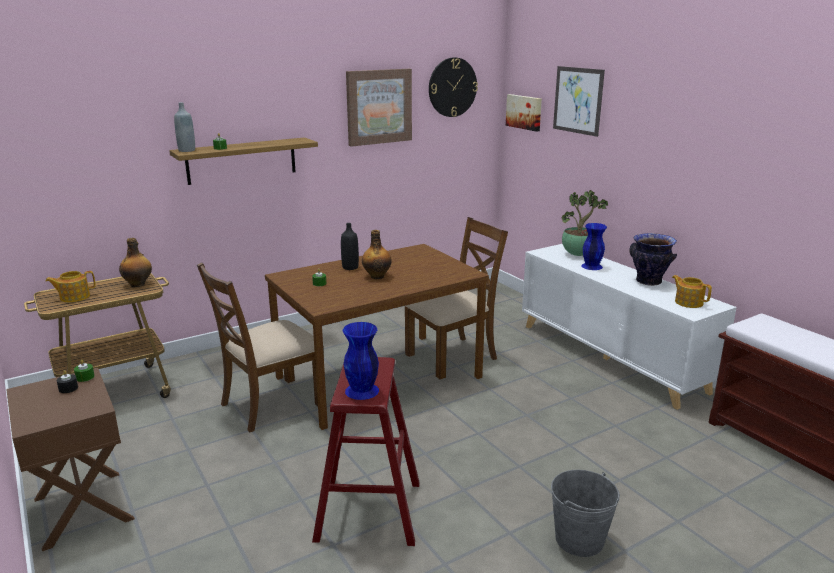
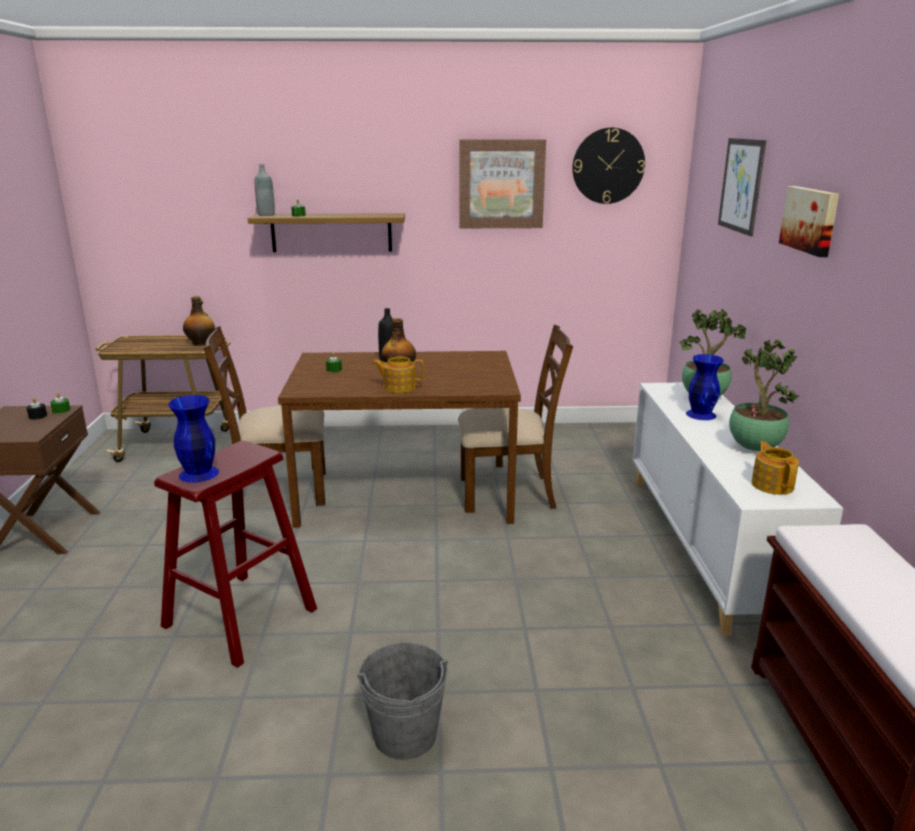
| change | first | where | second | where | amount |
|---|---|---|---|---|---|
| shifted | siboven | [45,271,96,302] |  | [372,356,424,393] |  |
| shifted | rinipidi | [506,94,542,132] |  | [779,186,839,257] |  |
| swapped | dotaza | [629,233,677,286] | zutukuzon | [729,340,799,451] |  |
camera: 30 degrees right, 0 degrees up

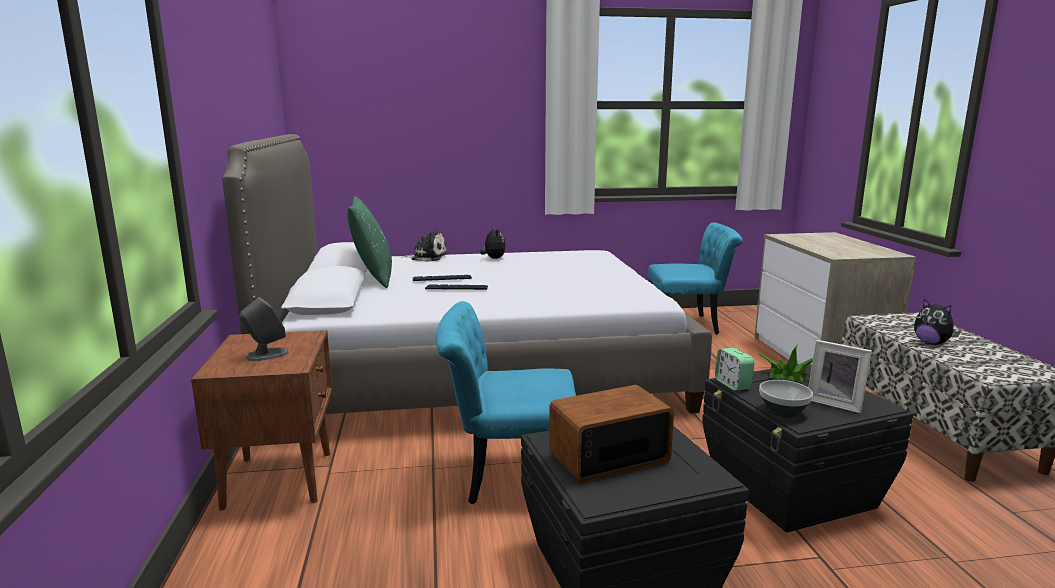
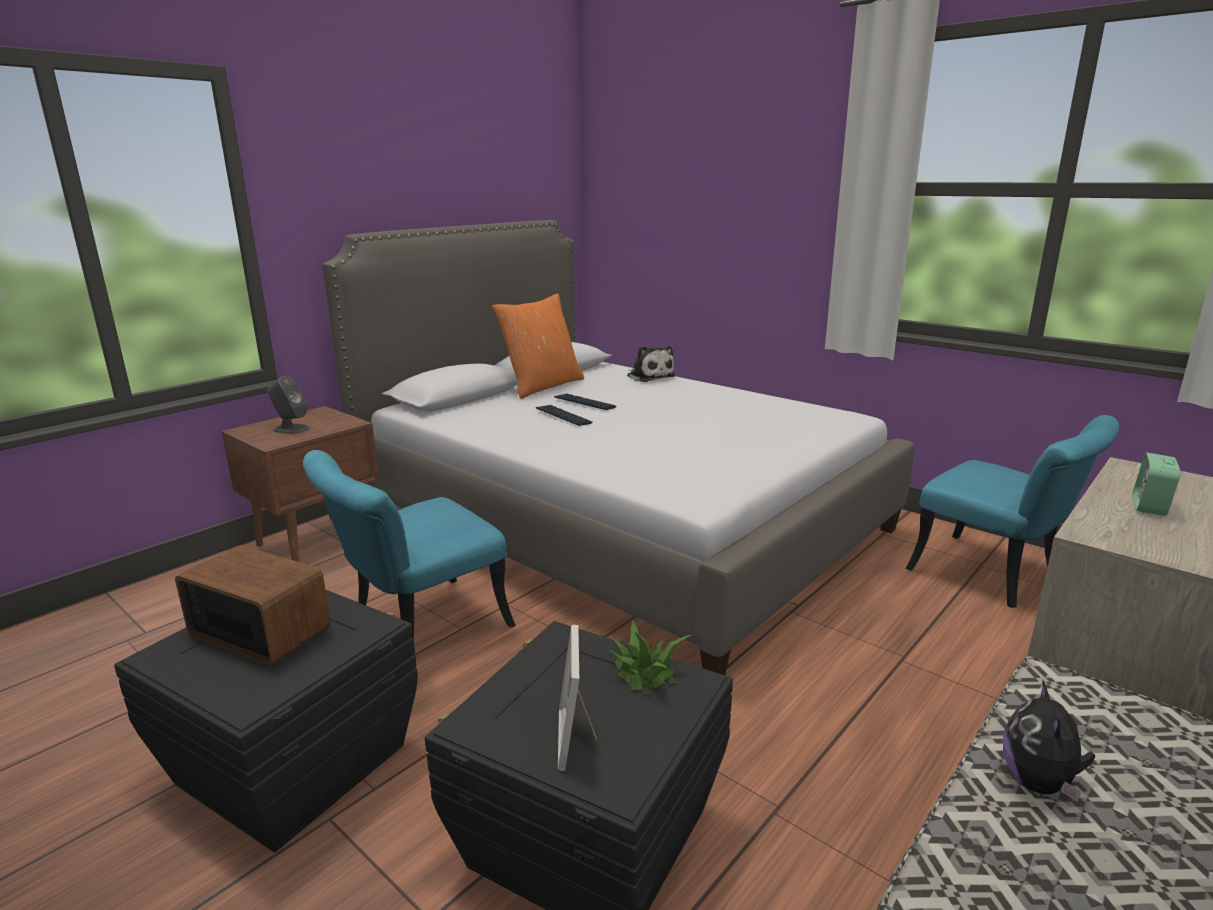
| change | first | where | second | where | amount |
|---|---|---|---|---|---|
| gone | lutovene | [480,227,506,259] |  |  |  |
| gone | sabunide | [759,380,813,418] |  |  |  |
| shifted | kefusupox | [715,348,755,391] |  | [1133,453,1181,516] |  |
| repainted | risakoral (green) | [347,196,392,288] | risakoral (orange) | [492,293,584,399] |  |
| rotated | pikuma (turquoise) | [436,301,576,504] |  | [303,450,516,640] | 90 degrees counterclockwise |
camera: 50 degrees right, 5 degrees up

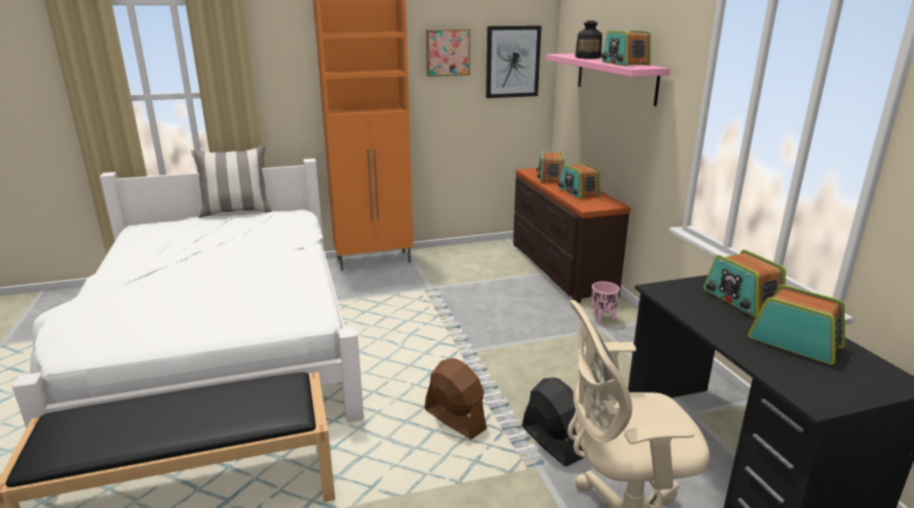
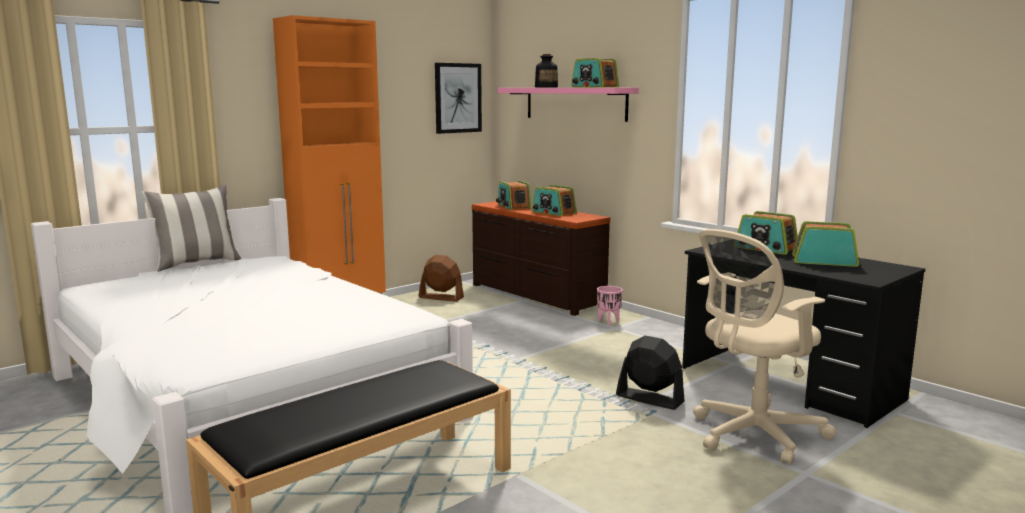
| change | first | where | second | where | amount |
|---|---|---|---|---|---|
| gone | rinipidi | [426,29,470,77] |  |  |  |
| shifted | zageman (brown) | [425,358,487,439] |  | [419,255,464,302] |  |
camera: 25 degrees left, 10 degrees down

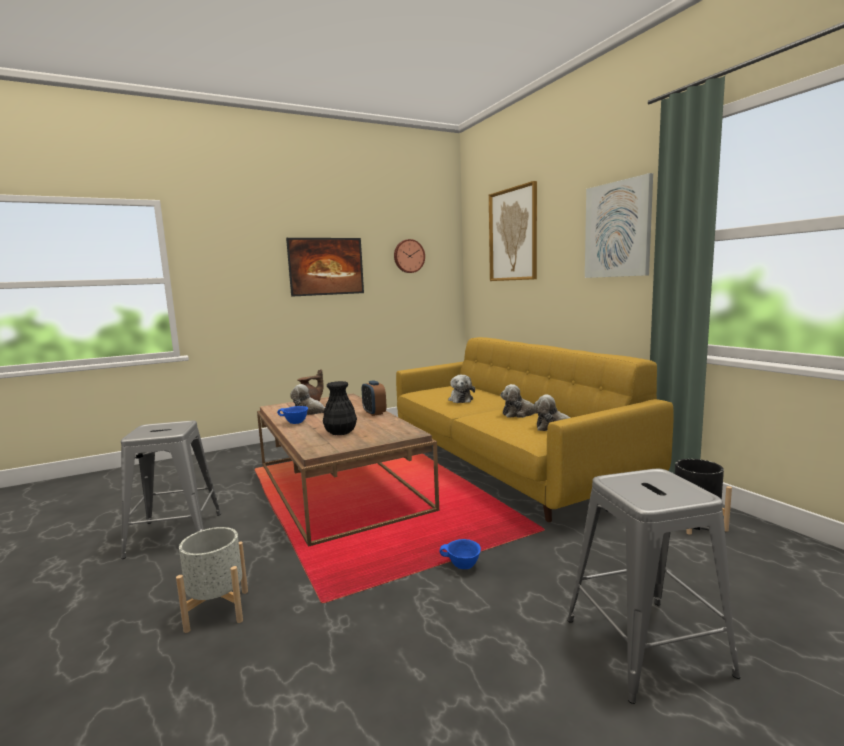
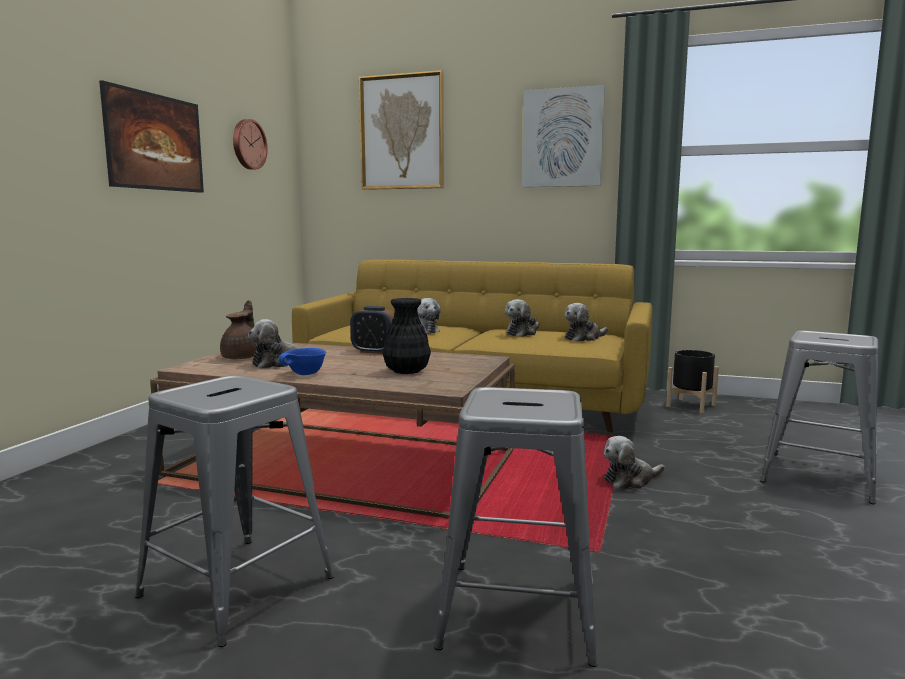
| change | first | where | second | where | amount |
|---|---|---|---|---|---|
| swapped | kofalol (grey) | [176,527,248,633] | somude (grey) | [434,387,598,667] |  |
| swapped | sabunide (blue) | [440,539,481,569] | lutovene | [604,436,665,489] |  |
camera: 45 degrees left, 0 degrees up

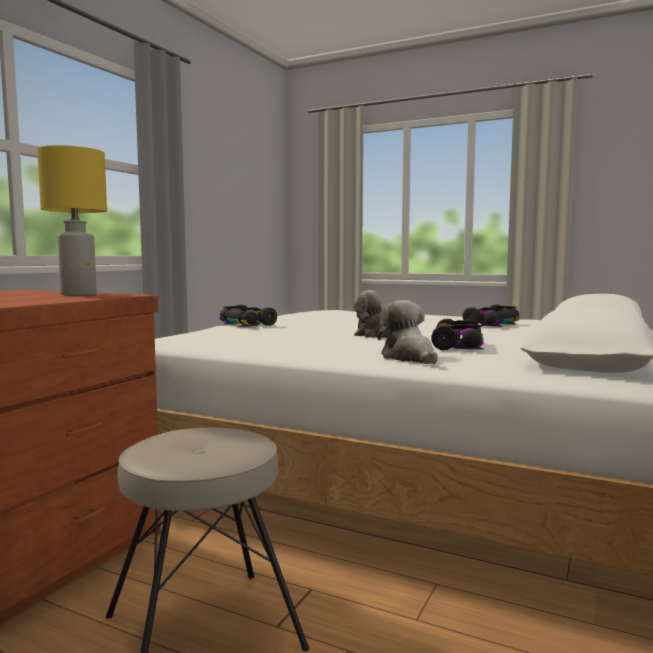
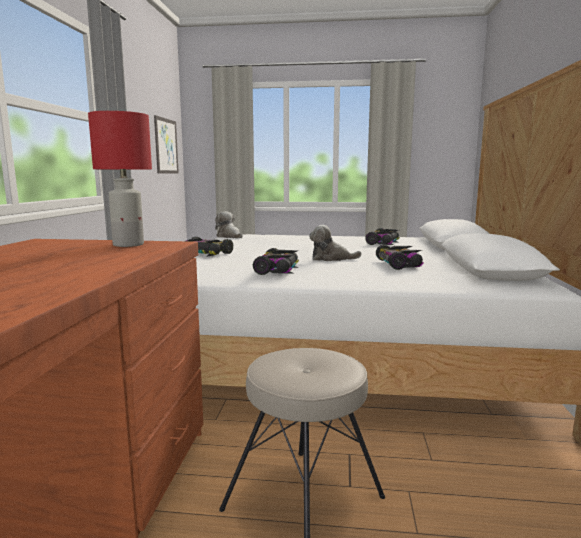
| change | first | where | second | where | amount |
|---|---|---|---|---|---|
| new |  |  | rinipidi | [154,115,179,173] |  |
| new |  |  | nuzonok | [253,248,299,275] |  |
| shifted | lutovene | [378,300,438,364] |  | [215,211,243,238] |  |
| repainted | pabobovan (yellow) | [37,145,107,296] | pabobovan (red) | [88,111,152,247] |  |
camera: 20 degrees left, 5 degrees up

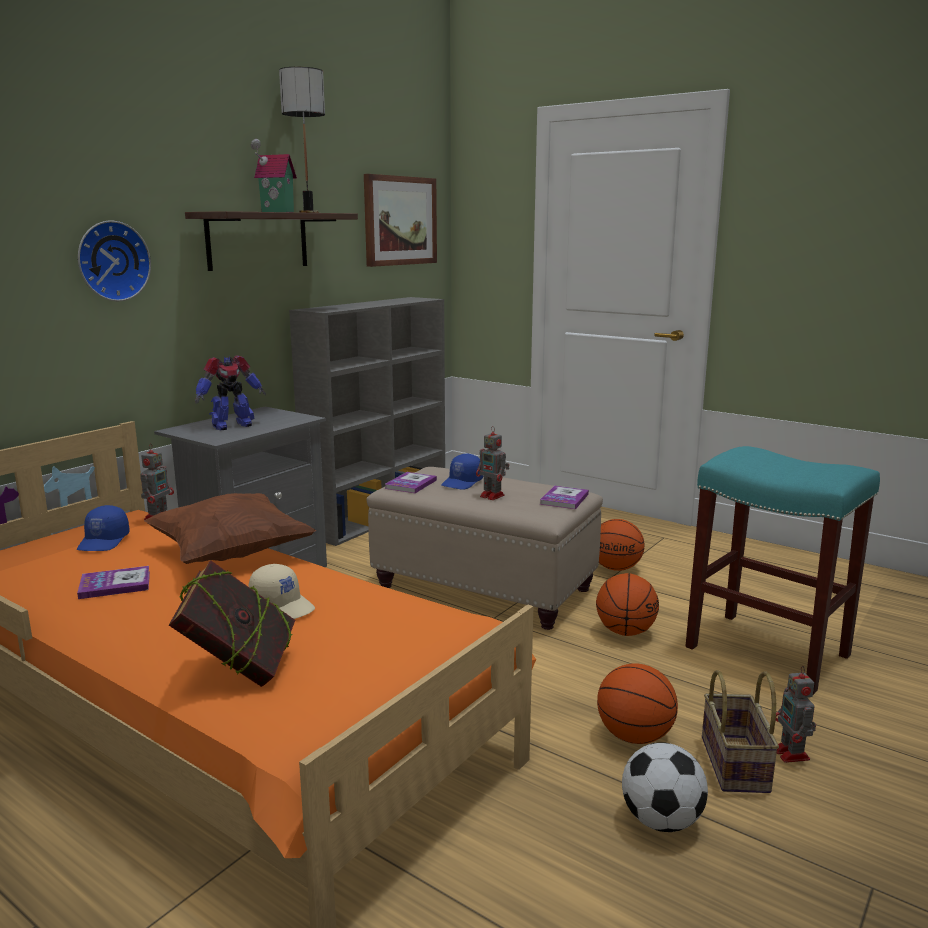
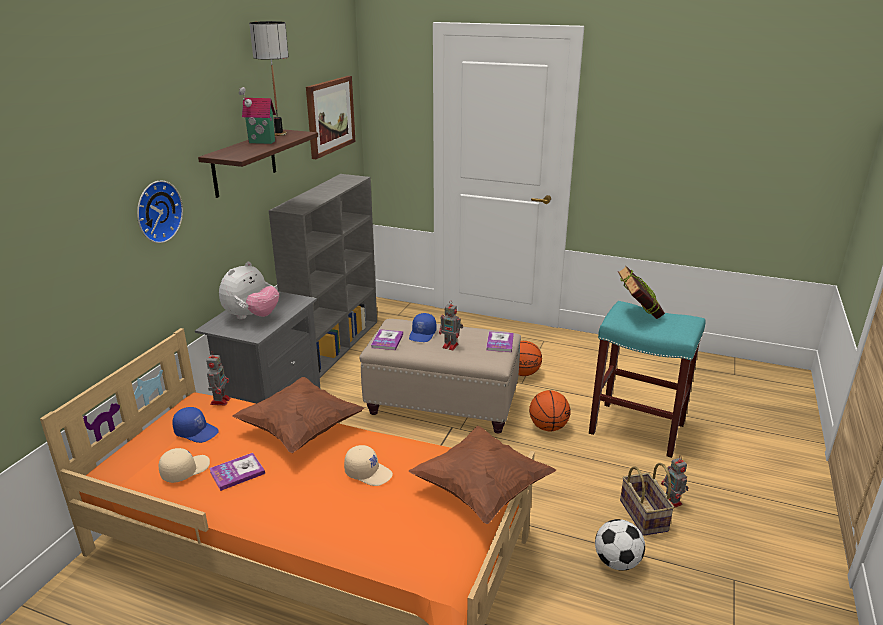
| change | first | where | second | where | amount |
|---|---|---|---|---|---|
| gone | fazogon | [597,663,678,744] |  |  |  |
| new |  |  | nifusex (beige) | [159,448,210,483] |  |
| new |  |  | risakoral (brown) | [409,426,556,524] |  |
| shifted | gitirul | [169,560,295,687] |  | [618,266,665,319] |  |
| swapped | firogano | [195,356,266,430] | lutovene | [219,262,279,319] |  |
| rotated | nifusex (blue) | [77,505,130,551] |  | [172,407,219,443] | 60 degrees counterclockwise |
camera: 15 degrees left, 10 degrees up

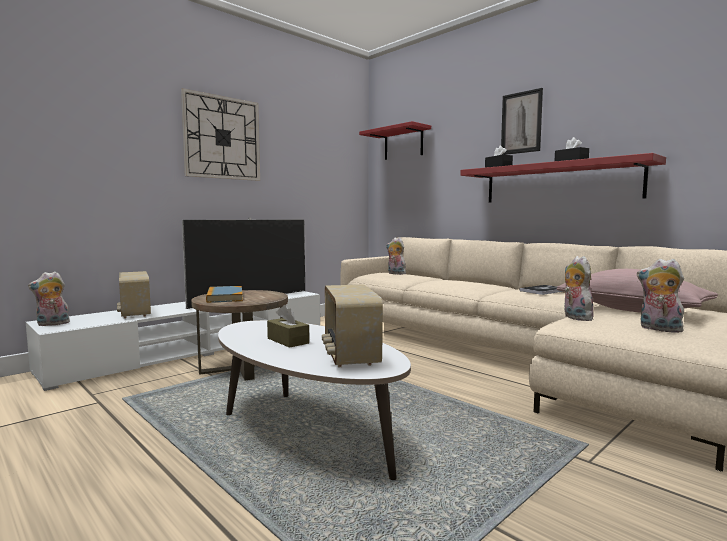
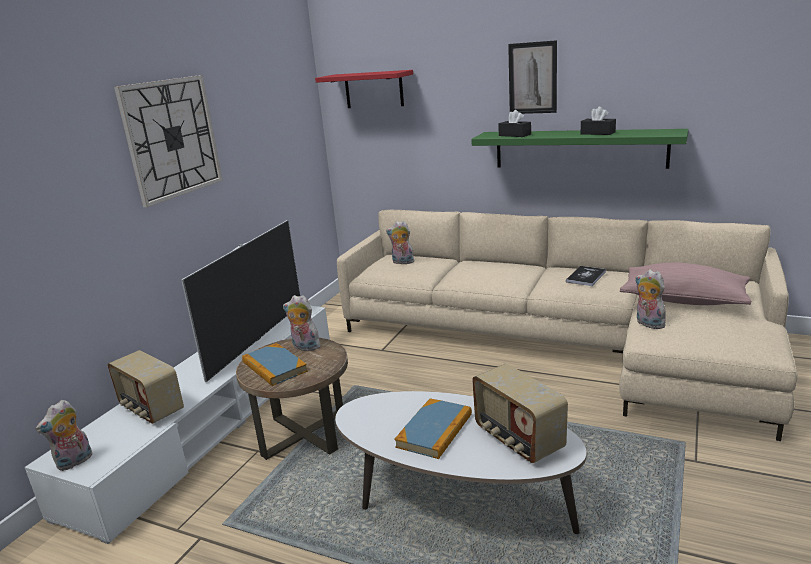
| change | first | where | second | where | amount |
|---|---|---|---|---|---|
| shifted | lutovene | [637,259,684,333] |  | [283,295,321,353] |  |
| swapped | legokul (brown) | [267,305,309,348] | gitirul | [394,399,472,459] |  |
| repainted | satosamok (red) | [460,153,666,203] | satosamok (green) | [471,129,688,169] |  |
camera: 20 degrees left, 15 degrees up

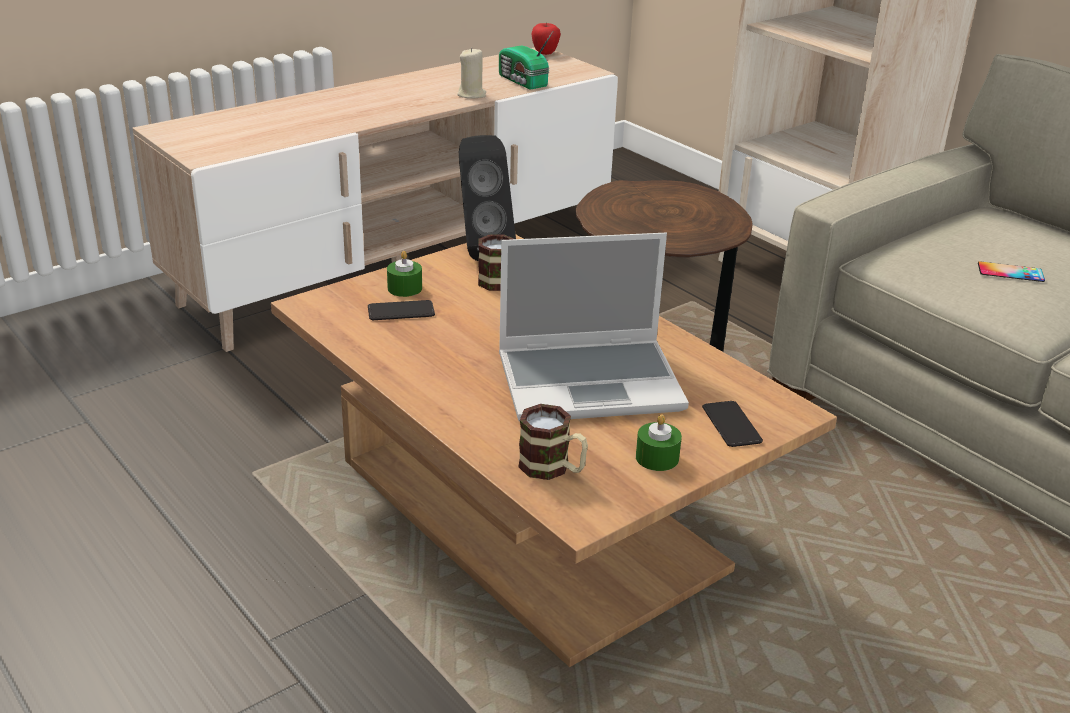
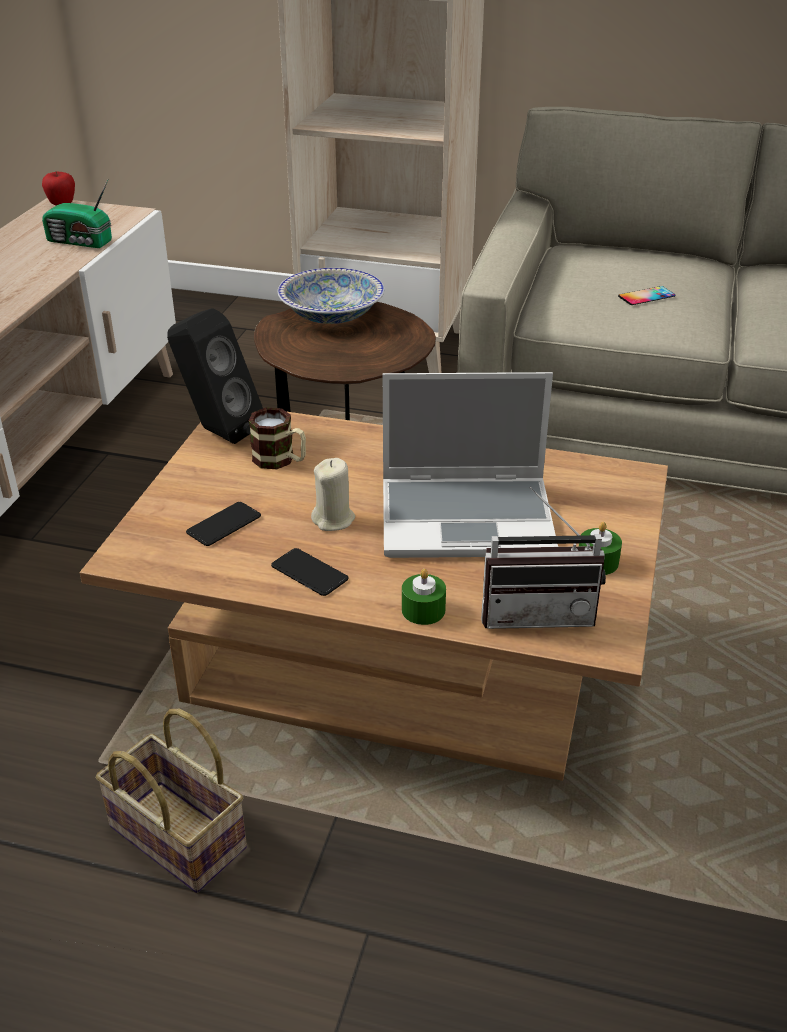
| change | first | where | second | where | amount |
|---|---|---|---|---|---|
| new |  |  | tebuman | [96,709,247,893] |  |
| new |  |  | sabunide | [278,268,384,324] |  |
| shifted | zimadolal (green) | [387,251,422,297] |  | [402,569,446,625] |  |
| shifted | zimadolal (beige) | [457,48,486,99] |  | [311,458,355,531] |  |
| shifted | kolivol | [702,401,763,447] |  | [271,548,348,596] |  |
| swapped | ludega | [518,404,588,480] | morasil | [481,487,606,629] |  |
| rotated | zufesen | [499,233,689,421] |  | [383,372,558,558] | 45 degrees clockwise |
camera: 35 degrees left, 5 degrees up

